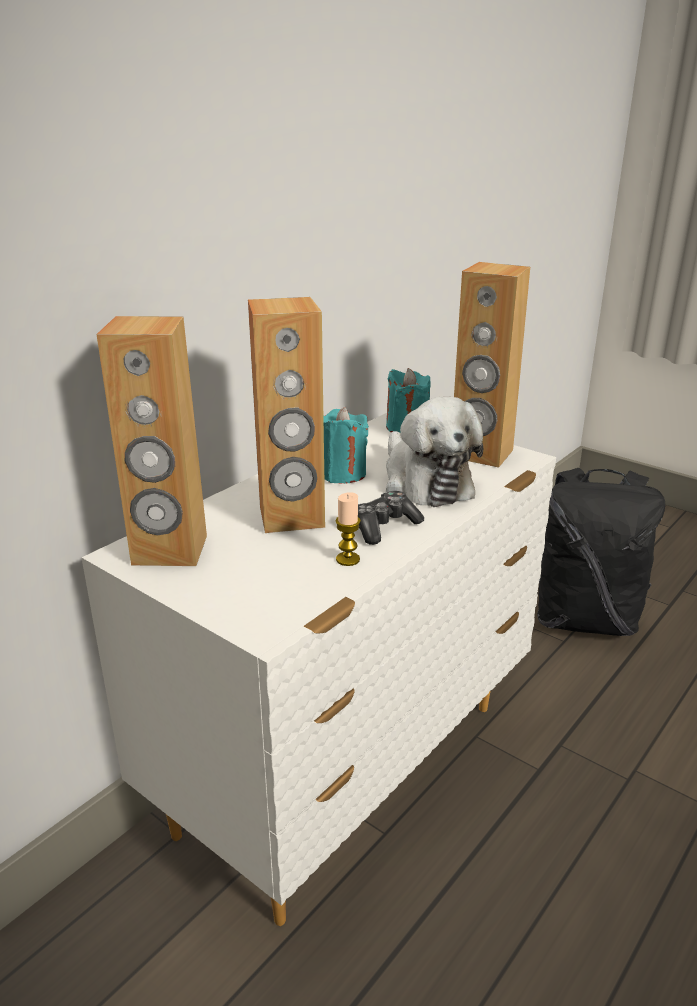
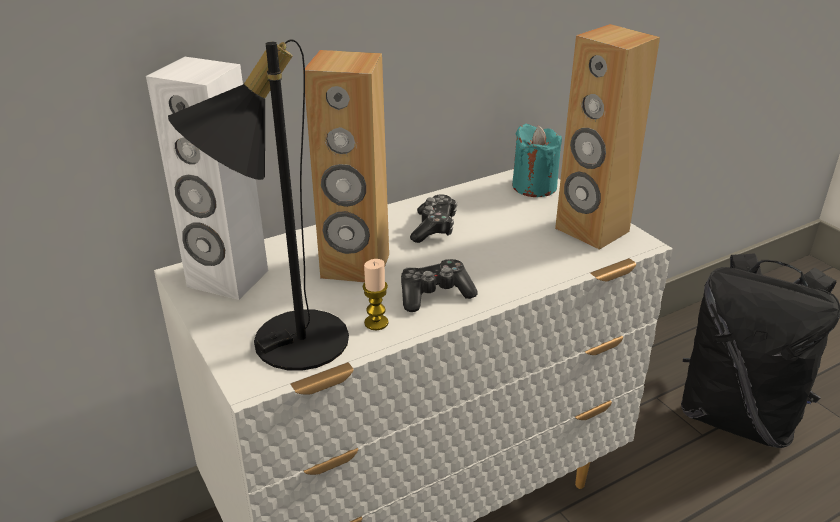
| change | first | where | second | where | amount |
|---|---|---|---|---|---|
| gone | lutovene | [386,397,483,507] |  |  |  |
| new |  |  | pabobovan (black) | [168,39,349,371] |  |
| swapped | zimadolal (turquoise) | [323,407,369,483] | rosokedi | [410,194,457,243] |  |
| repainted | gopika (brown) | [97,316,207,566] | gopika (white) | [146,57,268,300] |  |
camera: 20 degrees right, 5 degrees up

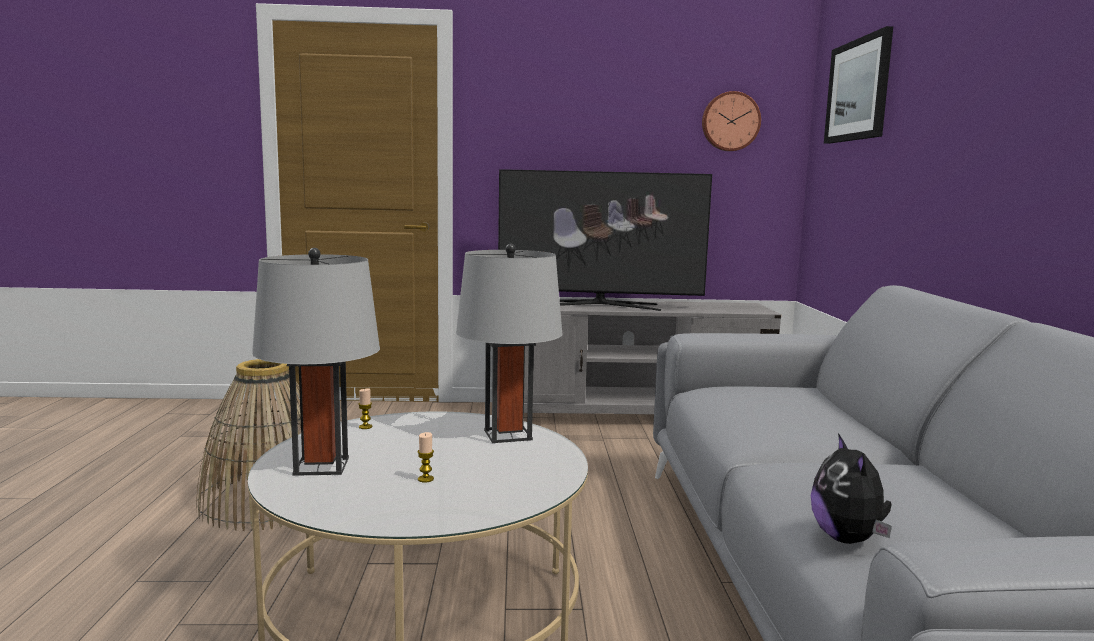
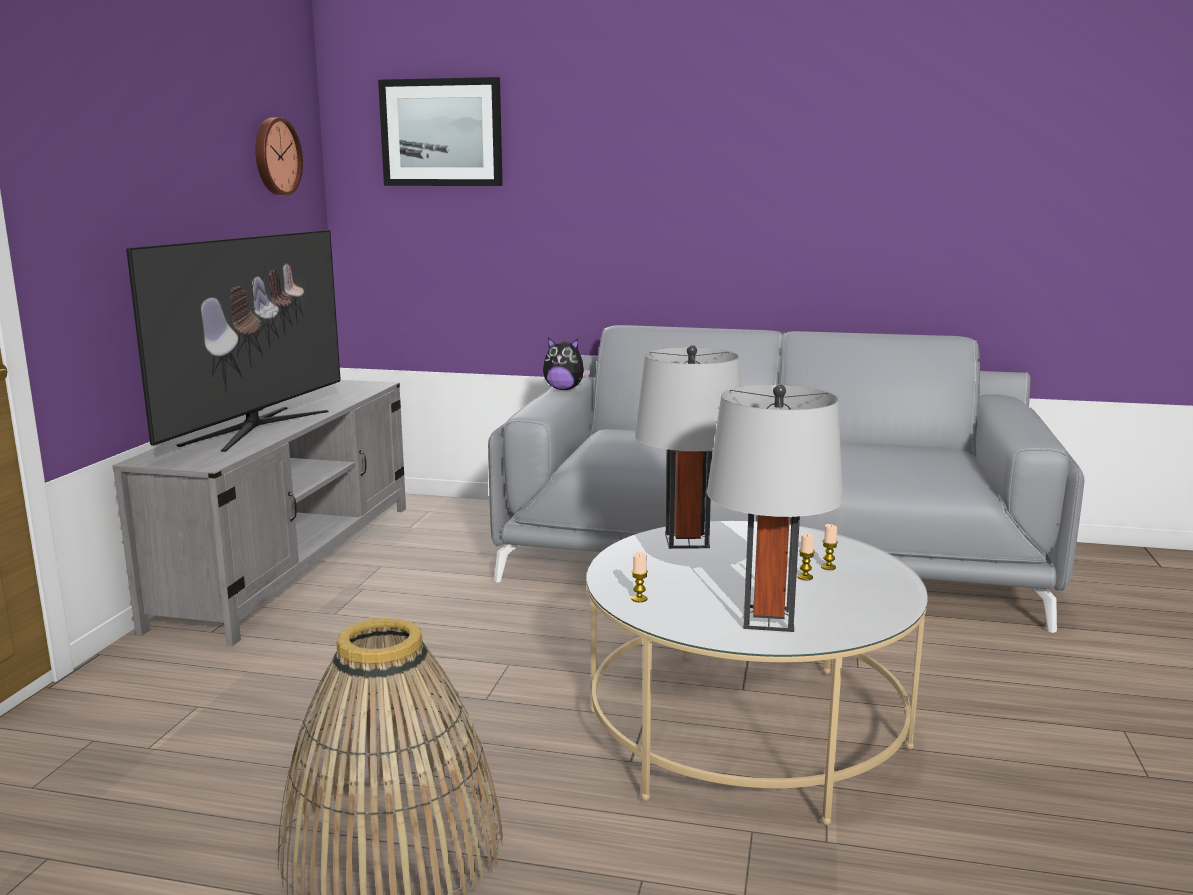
| change | first | where | second | where | amount |
|---|---|---|---|---|---|
| new |  |  | zimadolal | [821,524,838,570] |  |
| shifted | lutovene | [811,433,892,544] |  | [543,338,590,390] |  |
camera: 75 degrees left, 5 degrees up

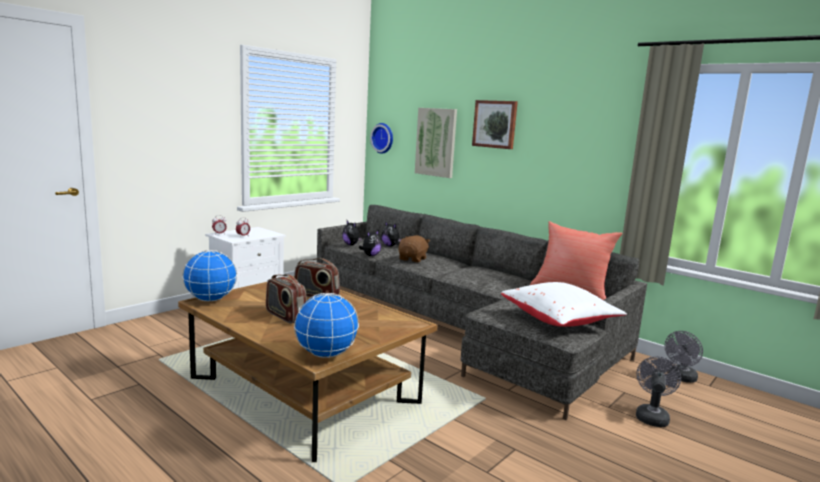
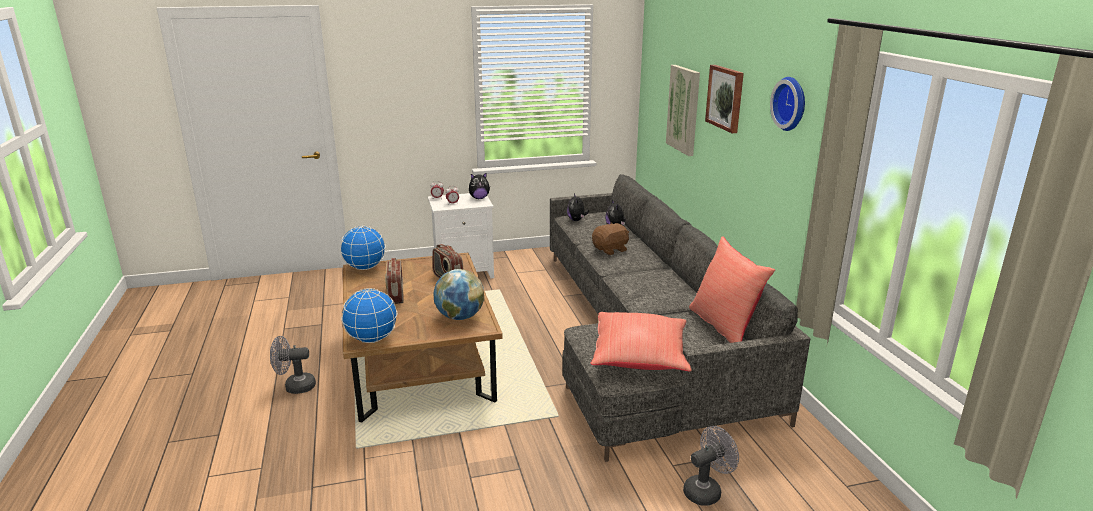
| change | first | where | second | where | amount |
|---|---|---|---|---|---|
| new |  |  | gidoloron | [433,269,484,320] |  |
| shifted | lutovene | [359,230,382,256] |  | [469,172,490,199] |  |
| shifted | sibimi | [370,123,393,154] |  | [770,77,805,131] |  |
| shifted | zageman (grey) | [664,331,703,383] |  | [270,336,316,394] |  |
| repainted | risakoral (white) | [501,282,627,327] | risakoral (red) | [591,312,692,372] |  |
camera: 35 degrees right, 10 degrees up

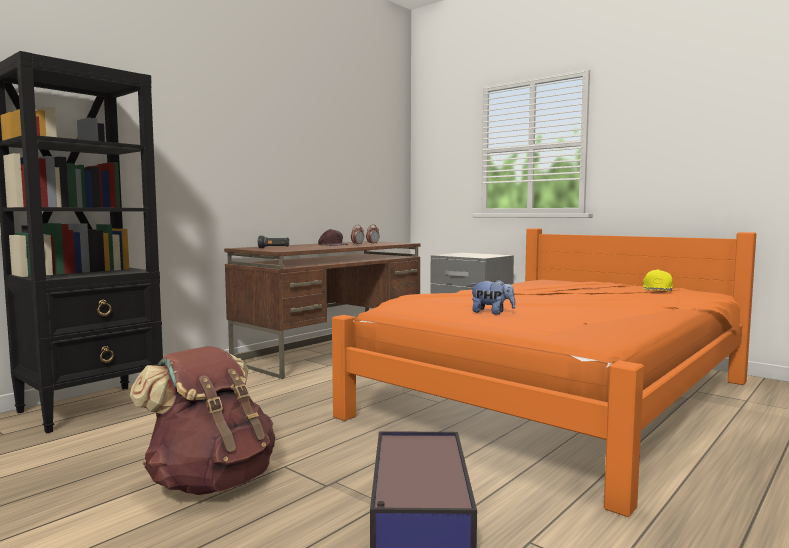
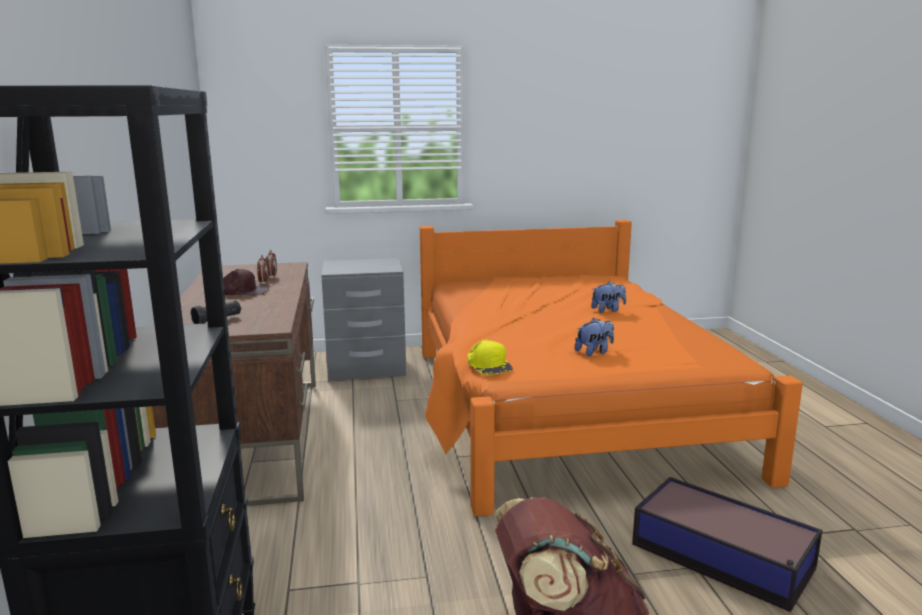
| change | first | where | second | where | amount |
|---|---|---|---|---|---|
| new |  |  | lutovene | [591,282,626,313] |  |
| shifted | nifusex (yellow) | [642,269,673,291] |  | [467,340,513,375] |  |
camera: 50 degrees left, 10 degrees up

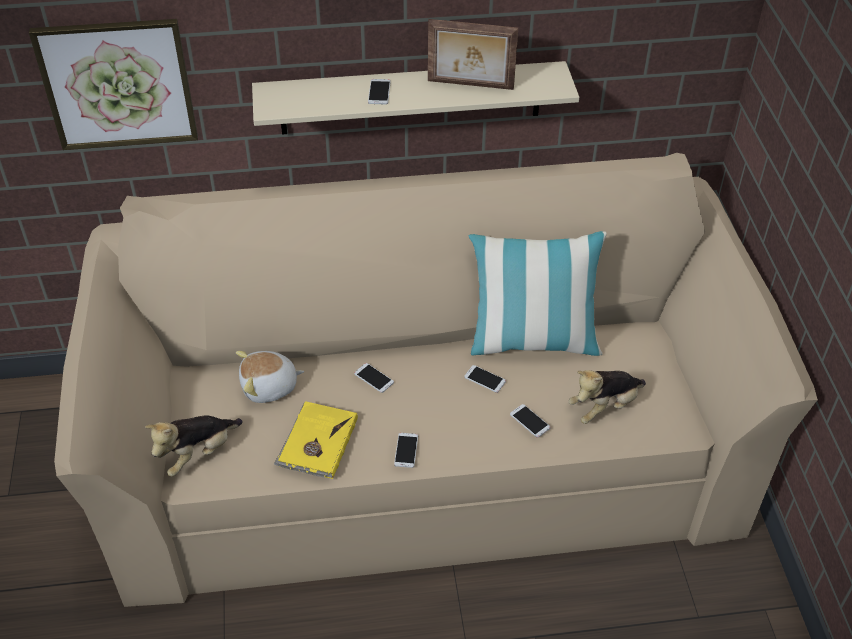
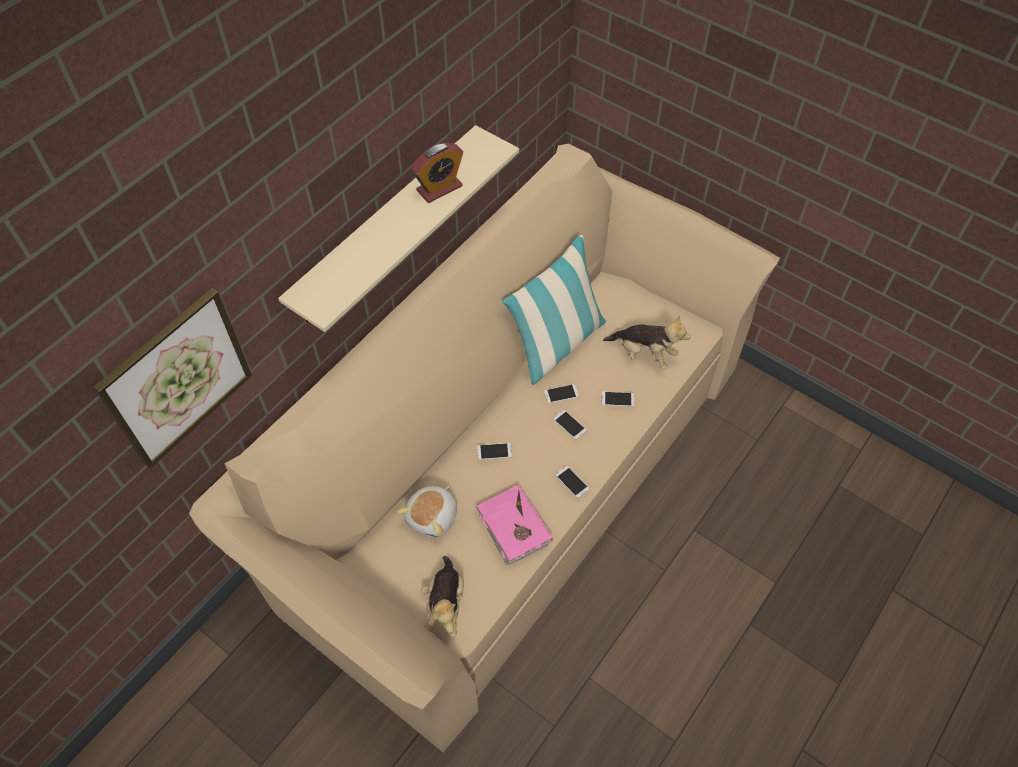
| change | first | where | second | where | amount |
|---|---|---|---|---|---|
| shifted | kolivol | [368,79,391,105] |  | [553,410,587,440] |  |
| swapped | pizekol | [428,19,518,90] | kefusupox | [411,143,463,203] |  |
| repainted | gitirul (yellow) | [274,401,358,479] | gitirul (pink) | [476,485,553,566] |  |
| rotated | lutovene | [568,370,646,424] |  | [603,315,691,370] | 75 degrees counterclockwise |
camera: 45 degrees left, 10 degrees up

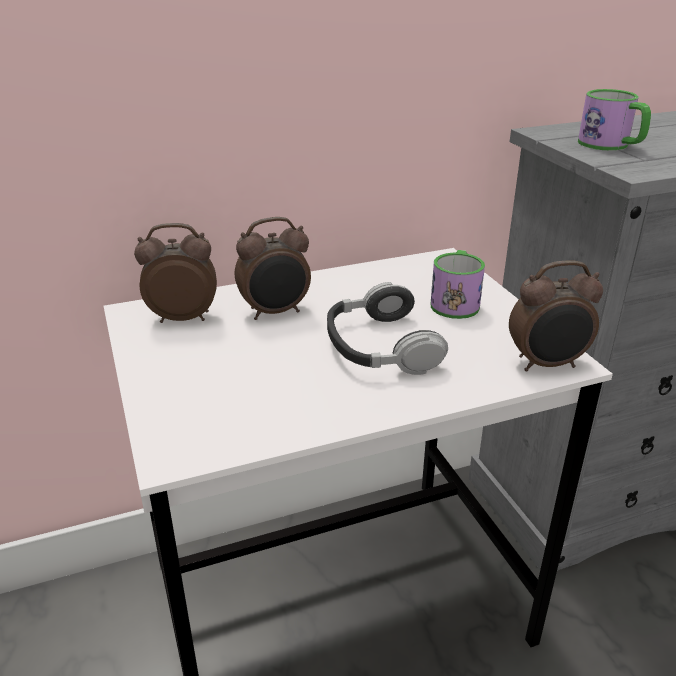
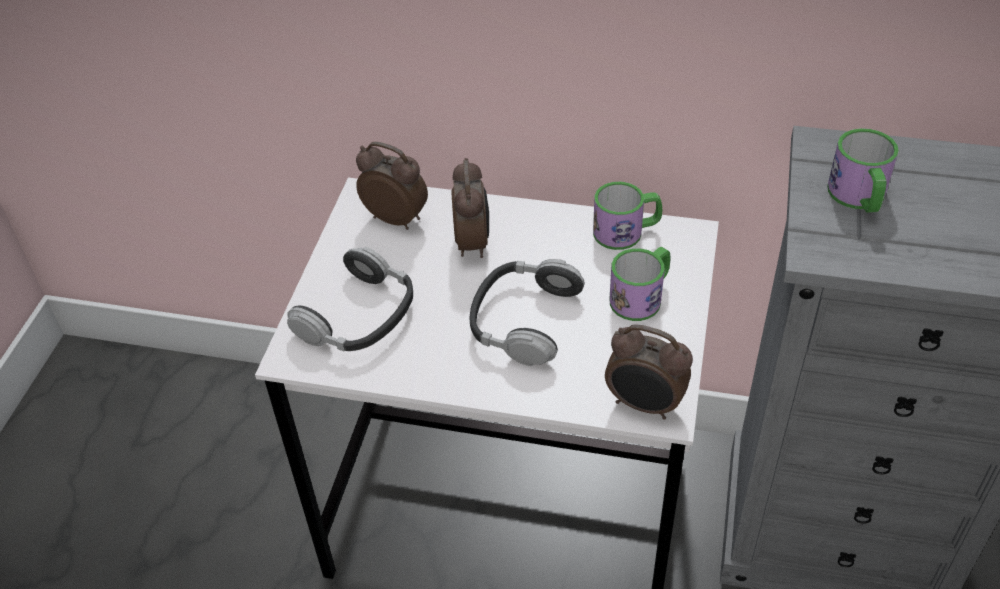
| change | first | where | second | where | amount |
|---|---|---|---|---|---|
| new |  |  | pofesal | [287,247,413,351] |  |
| new |  |  | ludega | [593,182,662,250] |  |
| rotated | kefusupox | [235,217,311,320] |  | [451,158,489,258] | 105 degrees counterclockwise |
camera: 35 degrees right, 15 degrees up

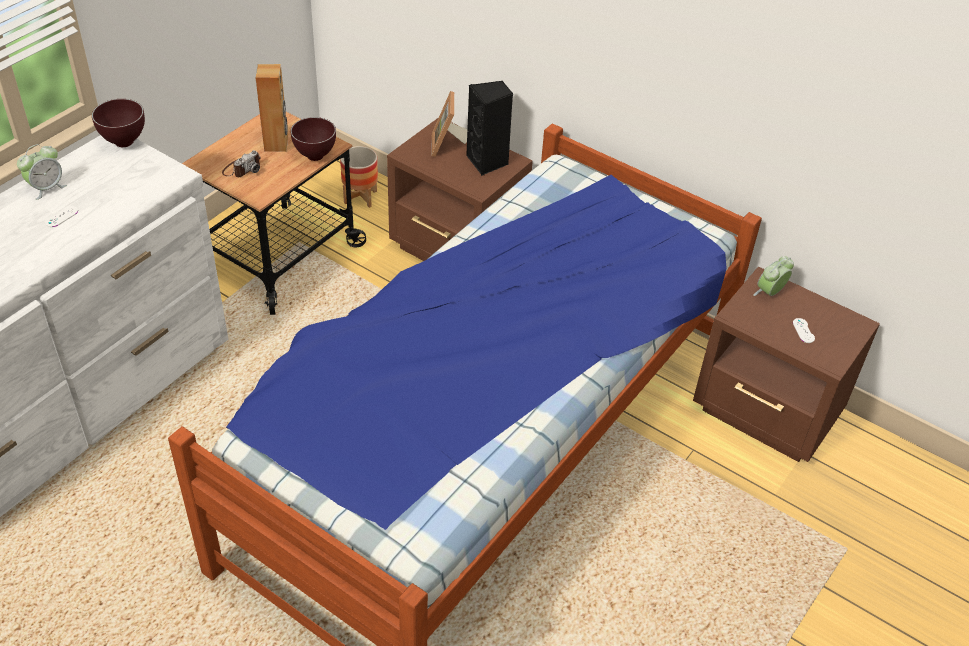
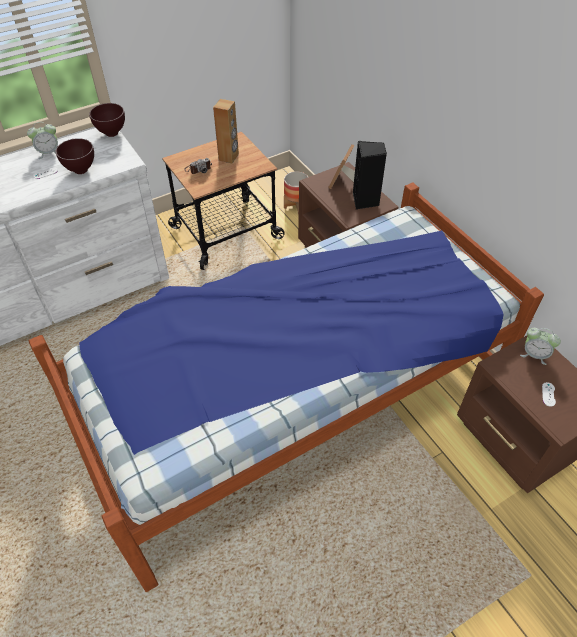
| change | first | where | second | where | amount |
|---|---|---|---|---|---|
| shifted | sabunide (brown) | [291,117,336,161] |  | [56,138,94,174] |  |
| rotated | kefusupox | [753,256,794,296] |  | [520,328,561,365] | 135 degrees counterclockwise |
camera: 25 degrees right, 5 degrees up

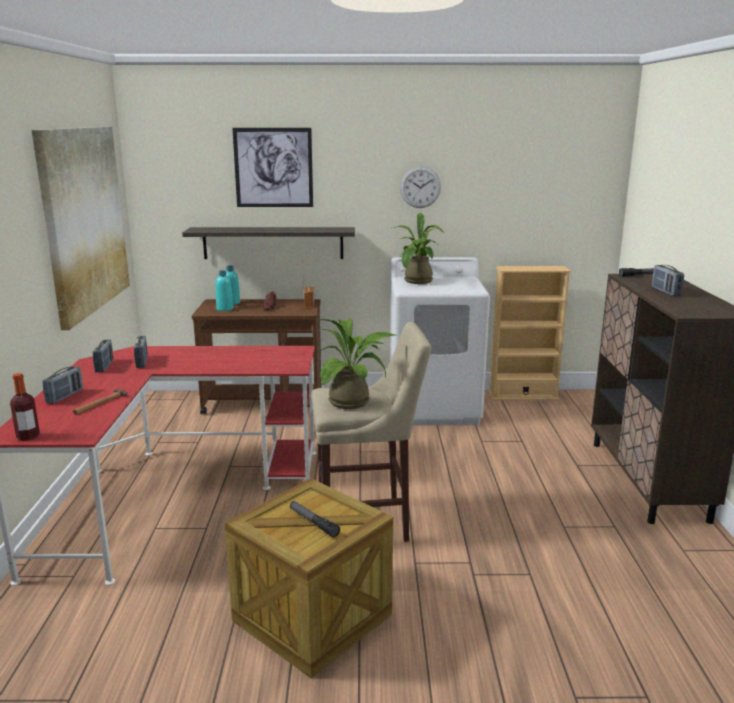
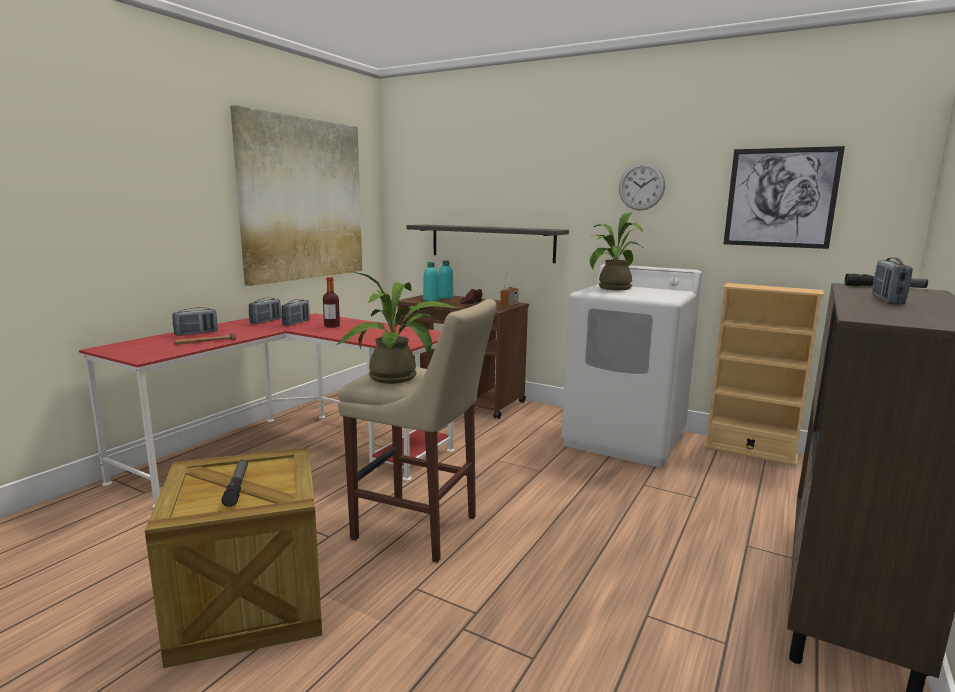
| change | first | where | second | where | amount |
|---|---|---|---|---|---|
| shifted | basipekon | [10,373,40,441] |  | [323,277,340,328] |  |
| shifted | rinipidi | [232,128,313,207] |  | [724,146,845,249] |  |
camera: 30 degrees right, 5 degrees down

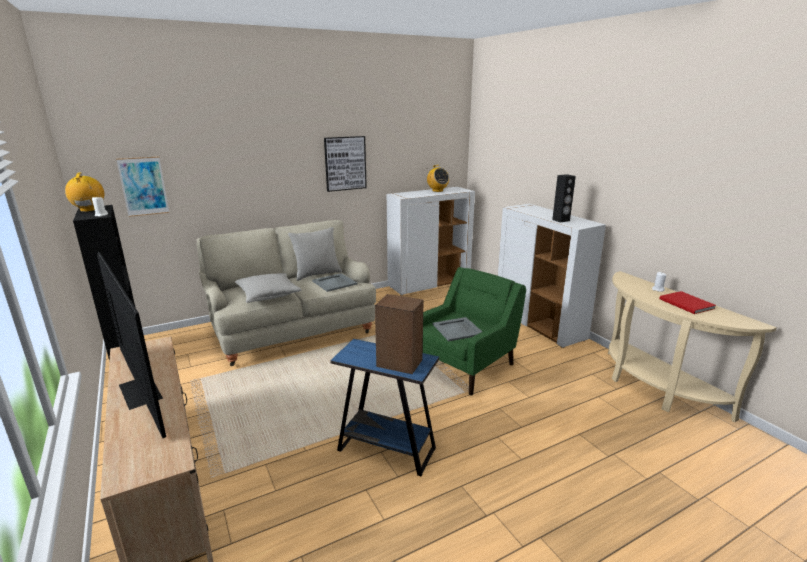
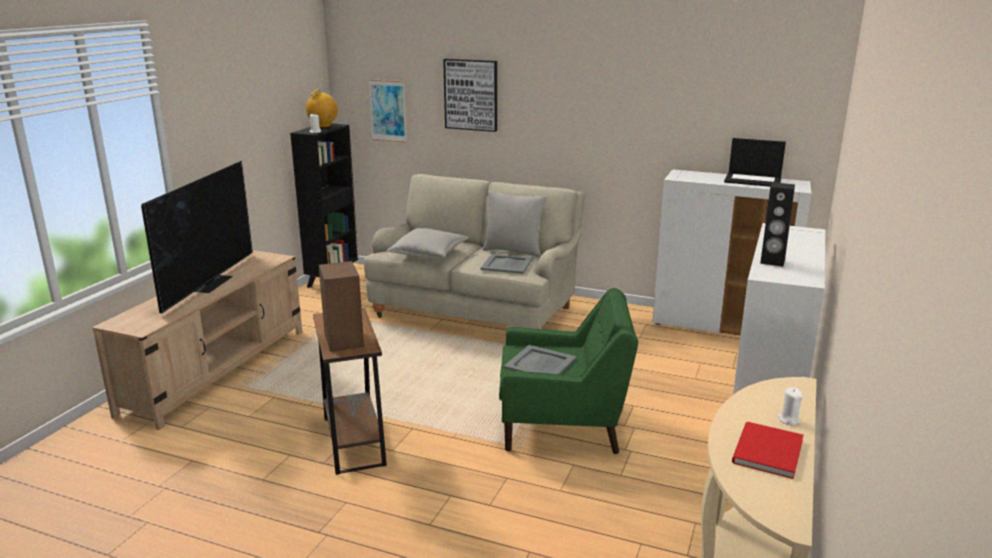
| change | first | where | second | where | amount |
|---|---|---|---|---|---|
| shifted | rinipidi | [324,136,367,192] |  | [443,59,497,132] |  |
| swapped | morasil | [427,165,449,192] | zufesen | [724,138,786,187] |  |
| repainted | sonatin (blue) | [330,339,439,476] | sonatin (brown) | [313,308,387,475] |  |
camera: 50 degrees right, 0 degrees up

